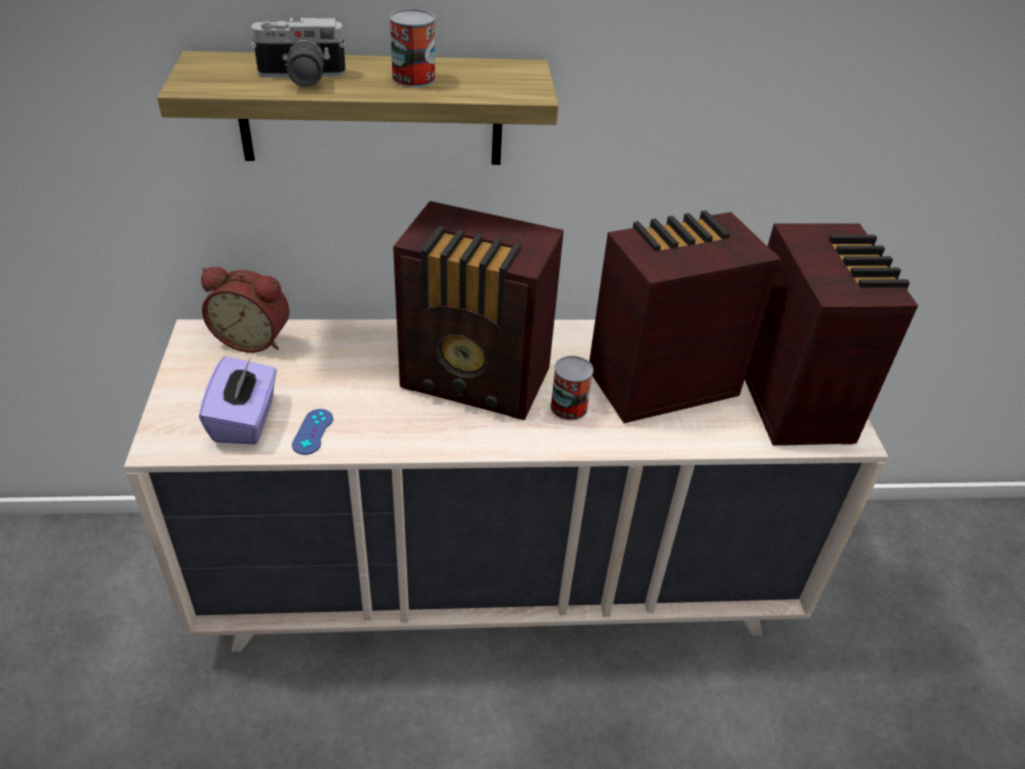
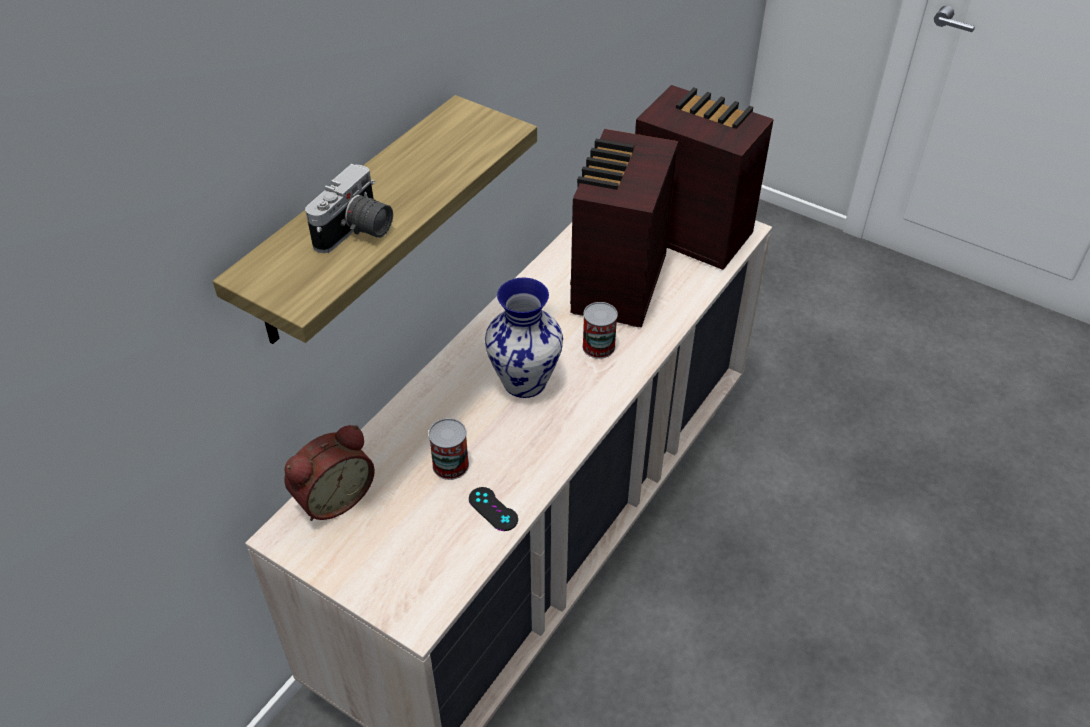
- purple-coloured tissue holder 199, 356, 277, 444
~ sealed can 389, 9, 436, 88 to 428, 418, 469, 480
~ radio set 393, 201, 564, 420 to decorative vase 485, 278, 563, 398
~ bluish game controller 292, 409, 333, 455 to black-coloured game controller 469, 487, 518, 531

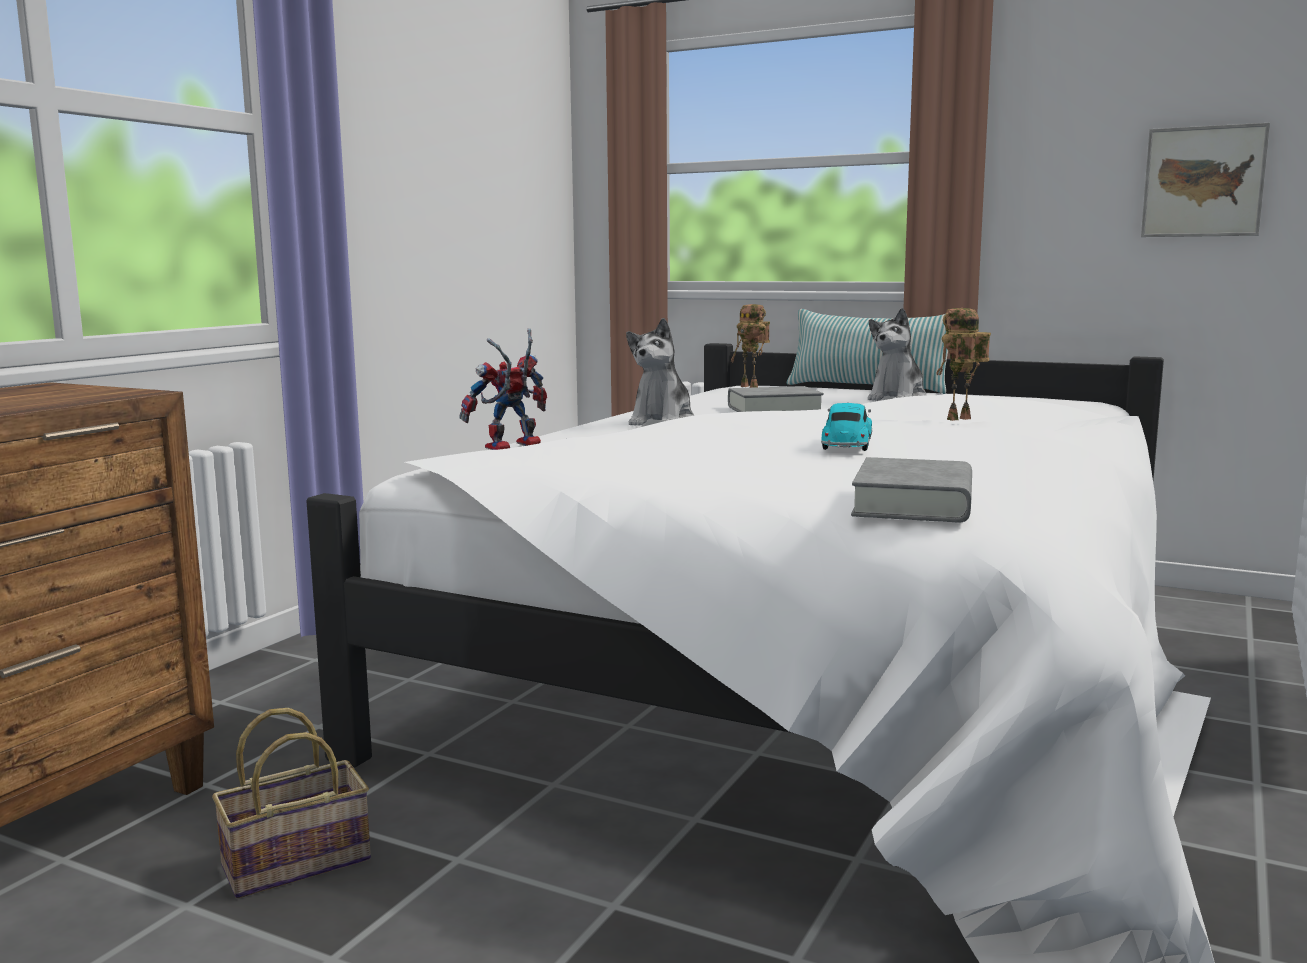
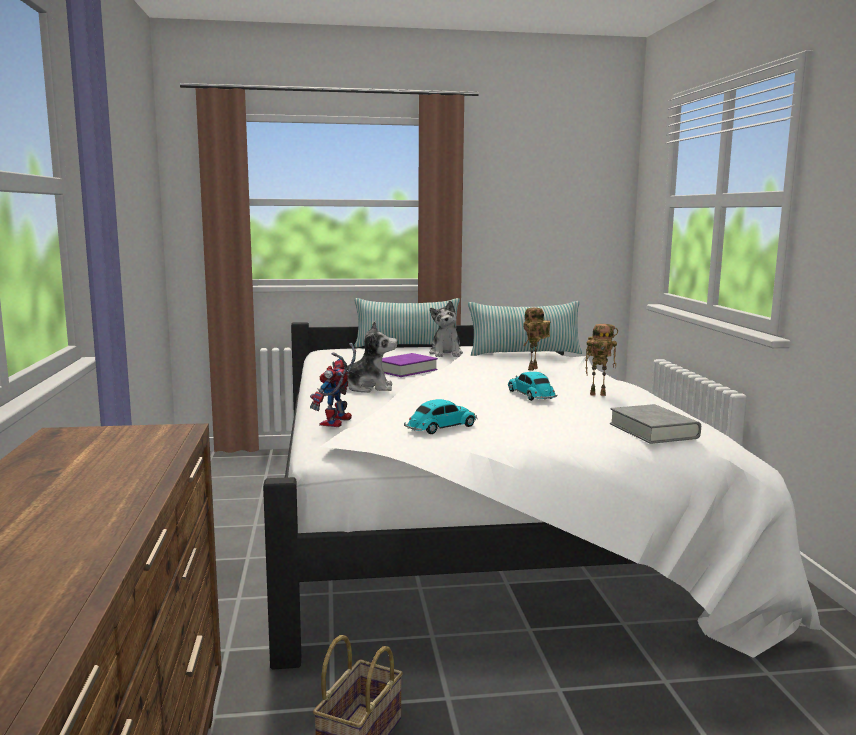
- picture 1141, 123, 1270, 237
+ miniature car 404, 399, 478, 434
+ pillow 468, 301, 582, 356
~ toy robot 731, 304, 770, 388 to 585, 324, 618, 396
~ gray book 728, 386, 824, 412 to purple-coloured book 382, 353, 438, 377
~ soft toy 626, 318, 694, 426 = 333, 321, 397, 393 75 degrees counterclockwise

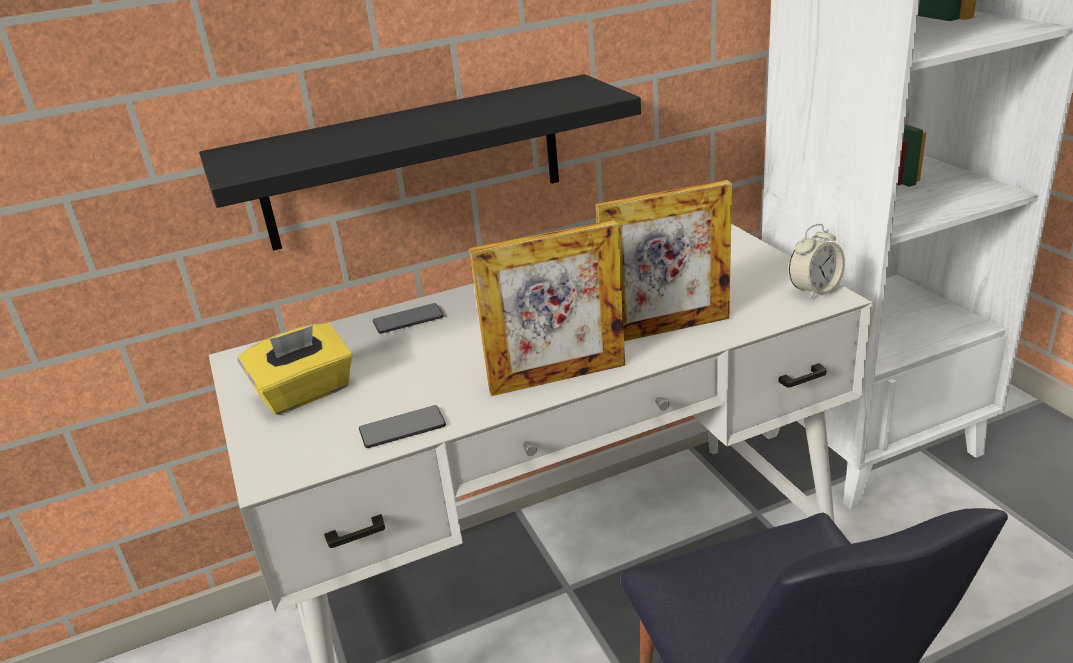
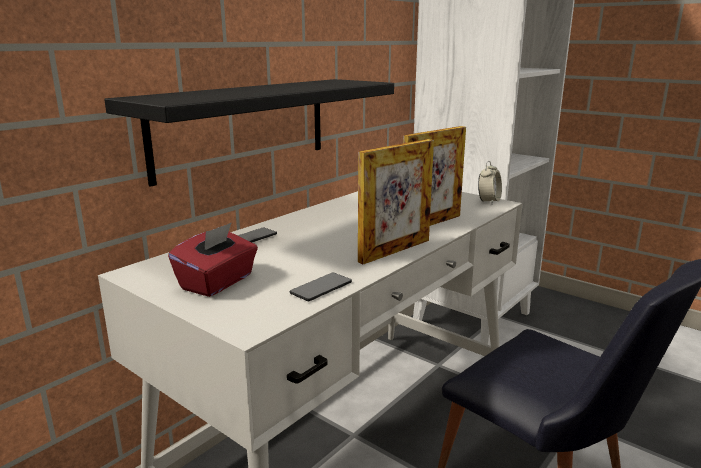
~ yellow tissue holder 237, 323, 353, 415 to red tissue holder 168, 222, 258, 297

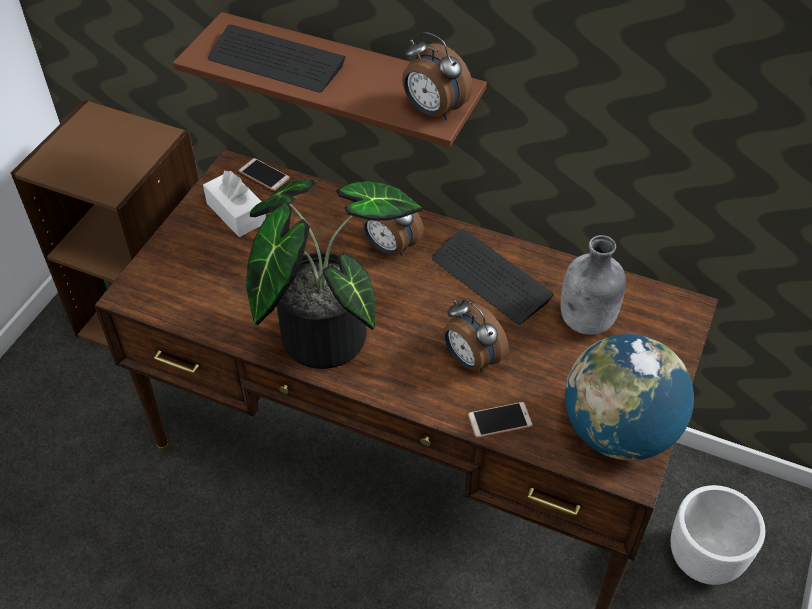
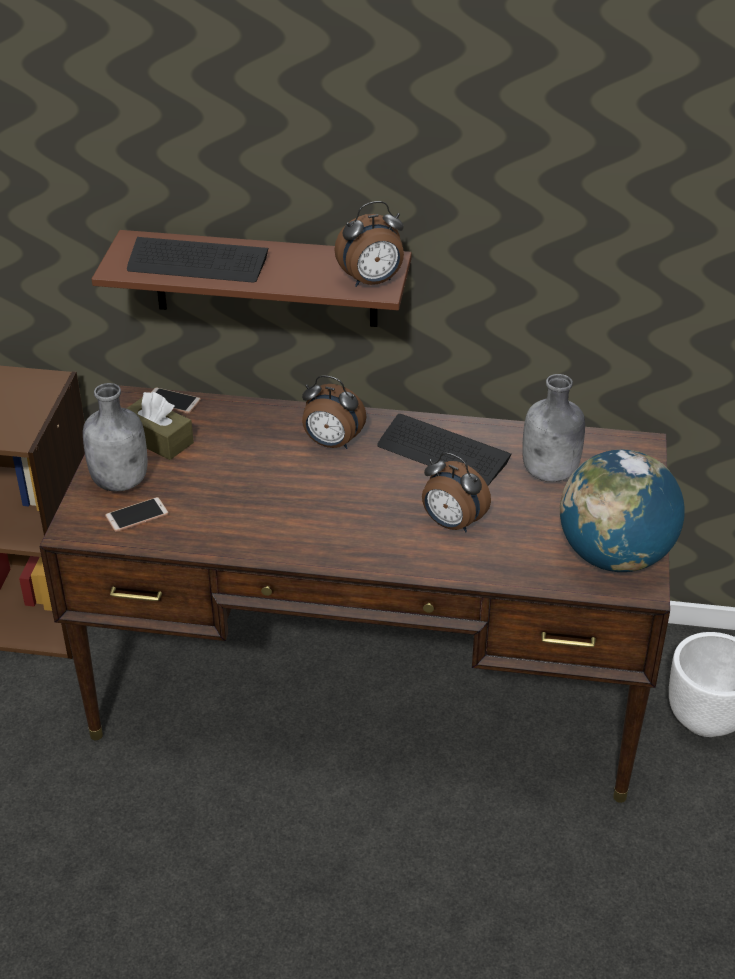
- plant in a pot 246, 179, 422, 369
+ gray beverage bottle 83, 383, 148, 492
~ handset 468, 402, 533, 438 to 105, 497, 169, 532
~ white tissue holder 203, 171, 266, 237 to brown tissue holder 126, 392, 194, 460
~ alarm clock 402, 32, 473, 120 = 334, 201, 404, 287 45 degrees counterclockwise

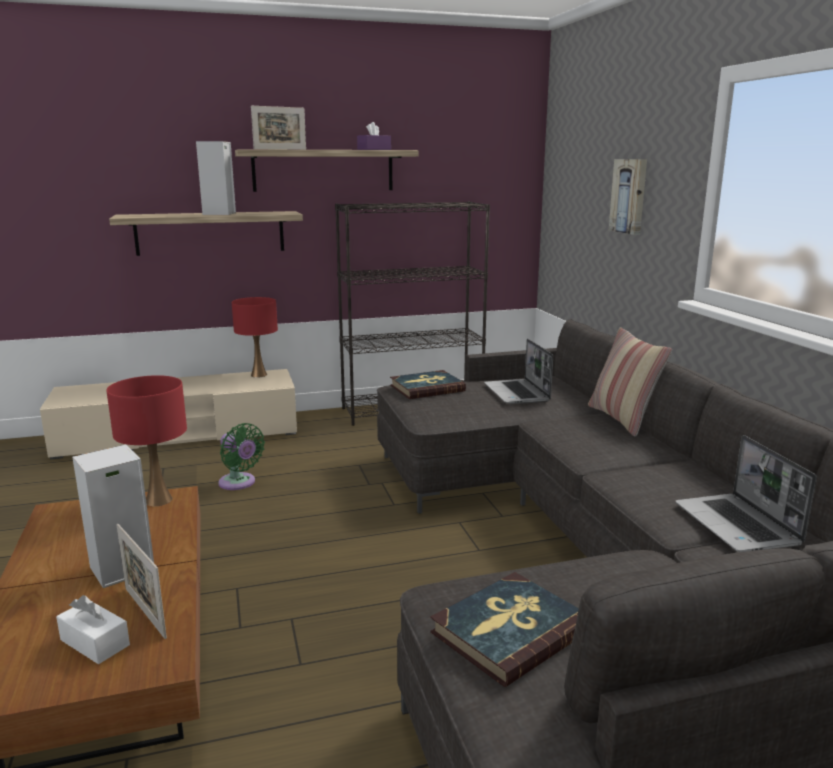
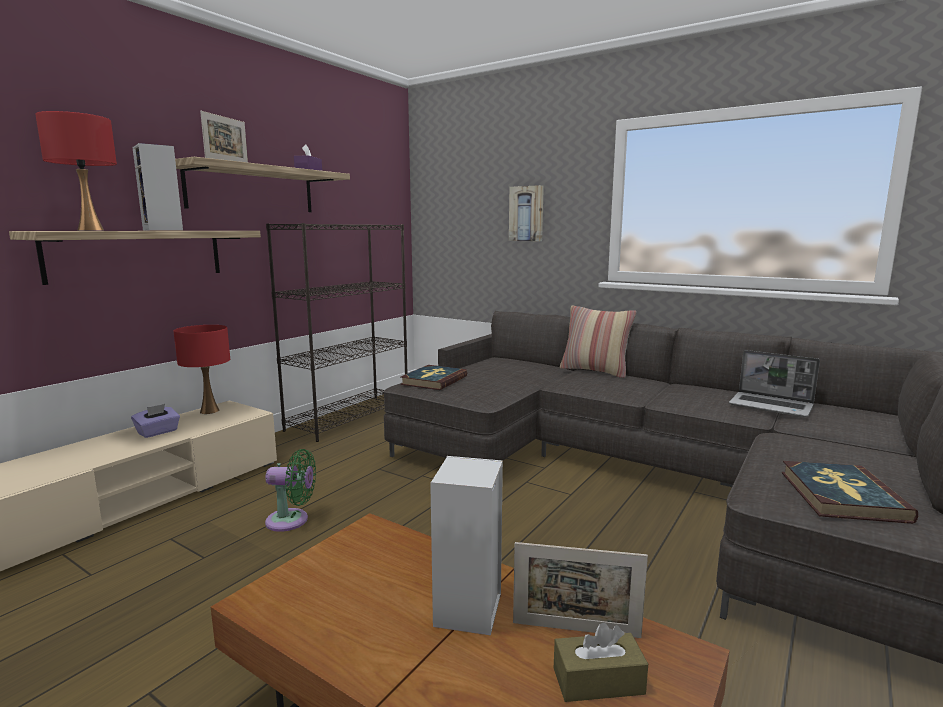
- portable computer 484, 339, 553, 404
+ purple-coloured tissue holder 131, 404, 180, 438
~ red lamp for a table 106, 375, 187, 506 to 35, 111, 117, 231
~ white tissue holder 56, 595, 130, 664 to brown tissue holder 554, 623, 648, 702

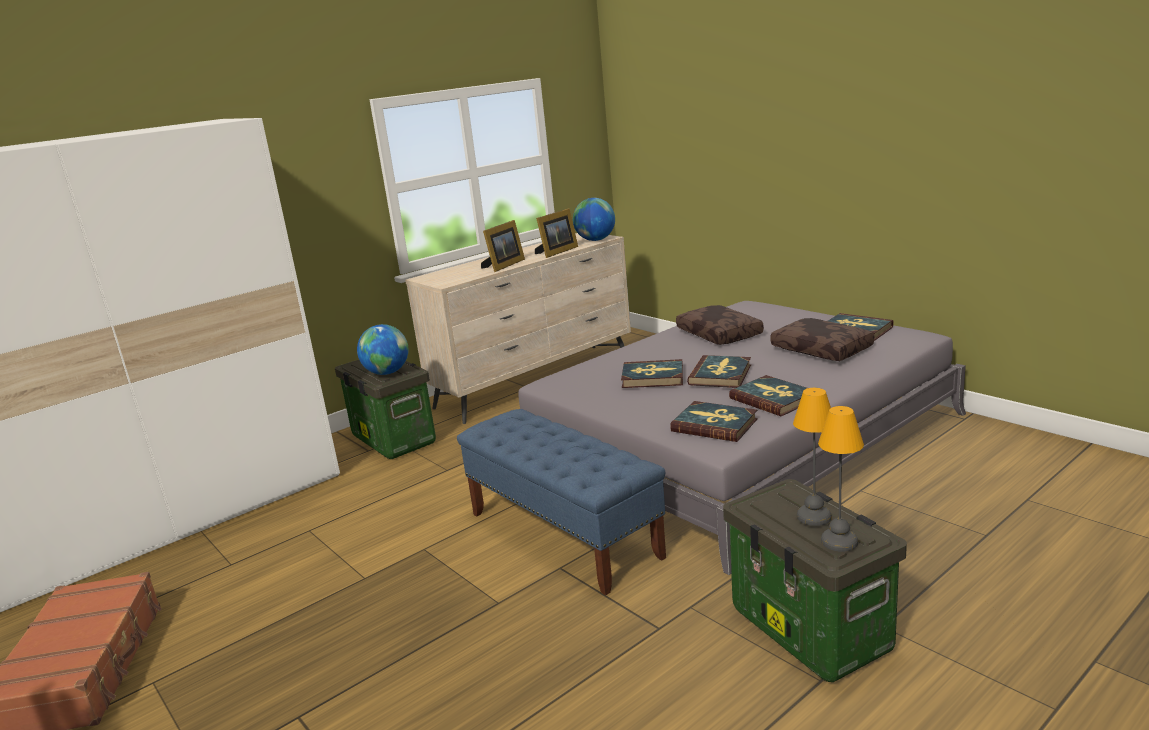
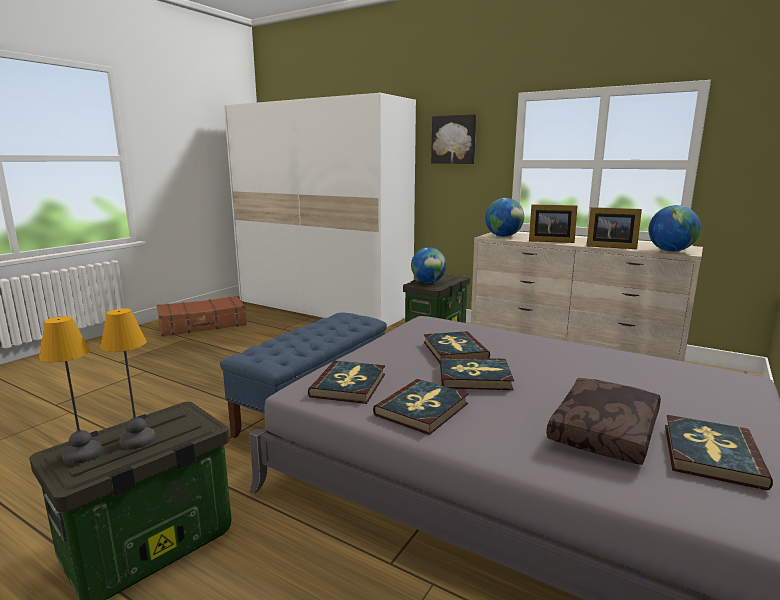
- brown pillow 676, 305, 764, 345
+ picture 431, 114, 476, 164
+ desk globe 485, 198, 524, 237

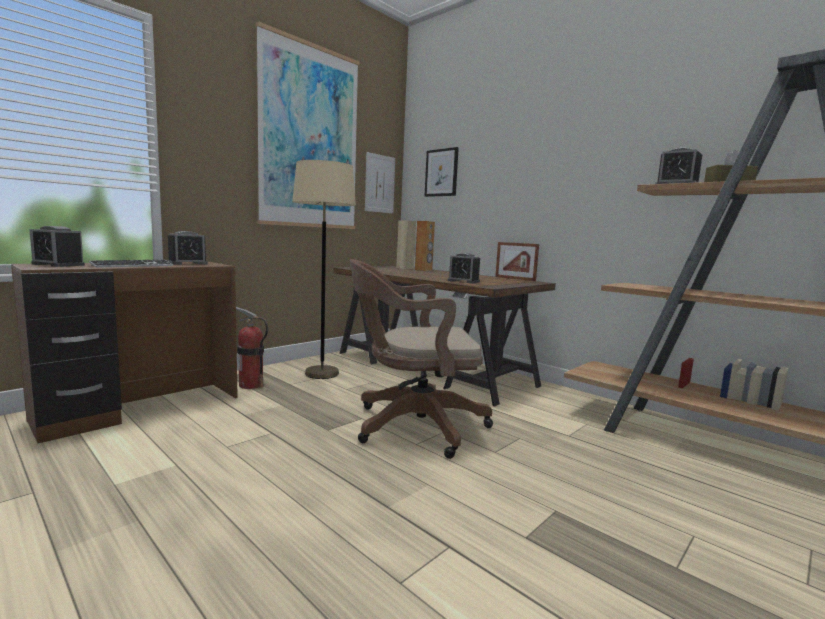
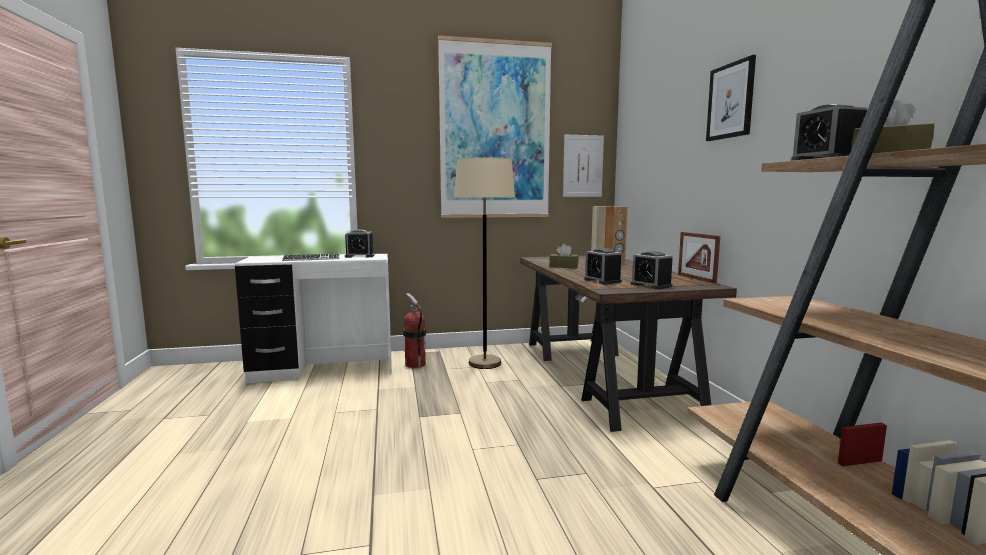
- brown desk chair 350, 259, 493, 459
+ brown tissue holder 549, 244, 579, 268
~ alarm clock 29, 226, 85, 267 to 630, 251, 673, 289
~ picture 425, 147, 459, 197 to 706, 55, 756, 141
~ brown desk 11, 262, 238, 444 to white desk 235, 254, 392, 384

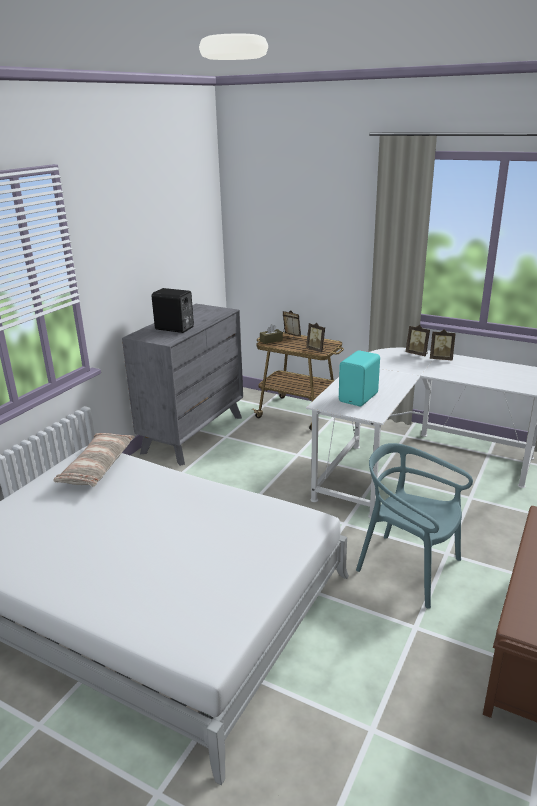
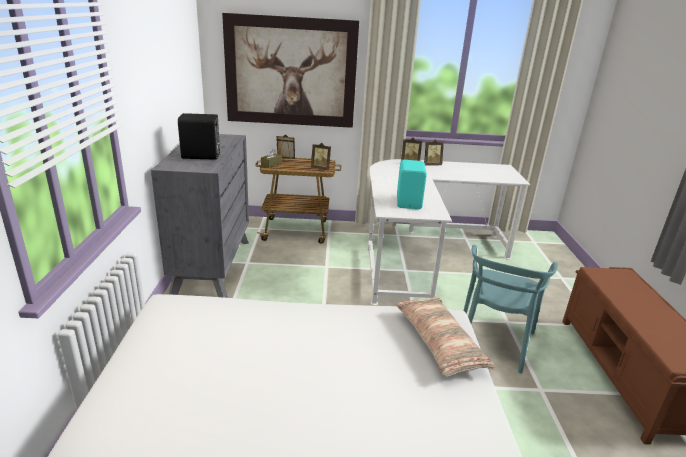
+ picture 222, 13, 359, 128
~ pillow 53, 433, 135, 487 to 396, 297, 496, 376
~ turquoise upright chair 356, 443, 473, 609 = 464, 245, 558, 373 75 degrees counterclockwise

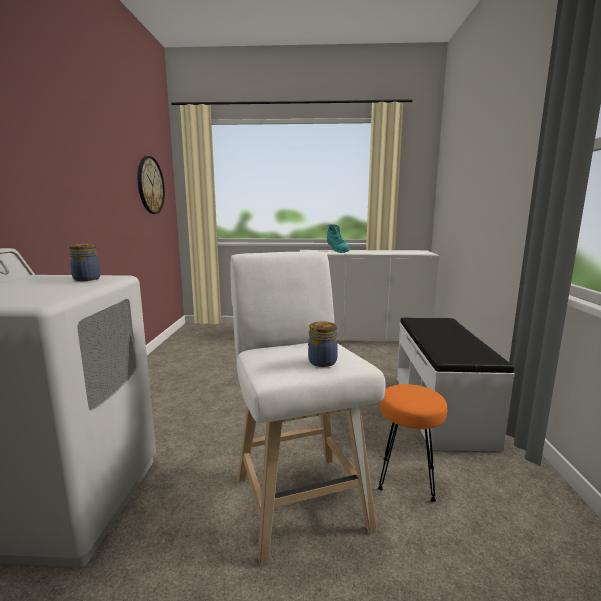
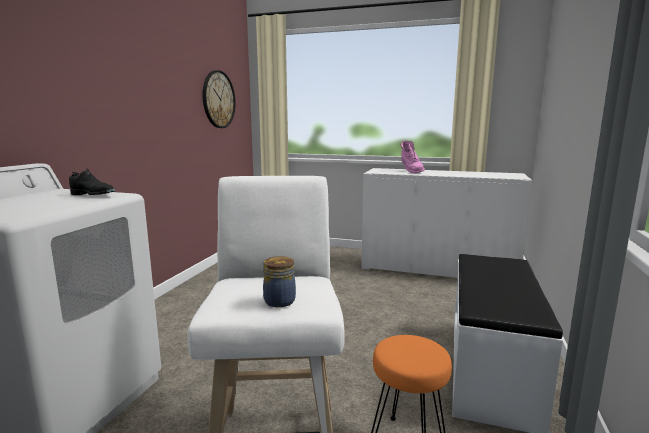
~ jar 69, 244, 101, 281 to black-coloured shoe 69, 169, 115, 195
~ turquoise tall boot 327, 224, 350, 253 to pink-coloured tall boot 401, 140, 425, 173

